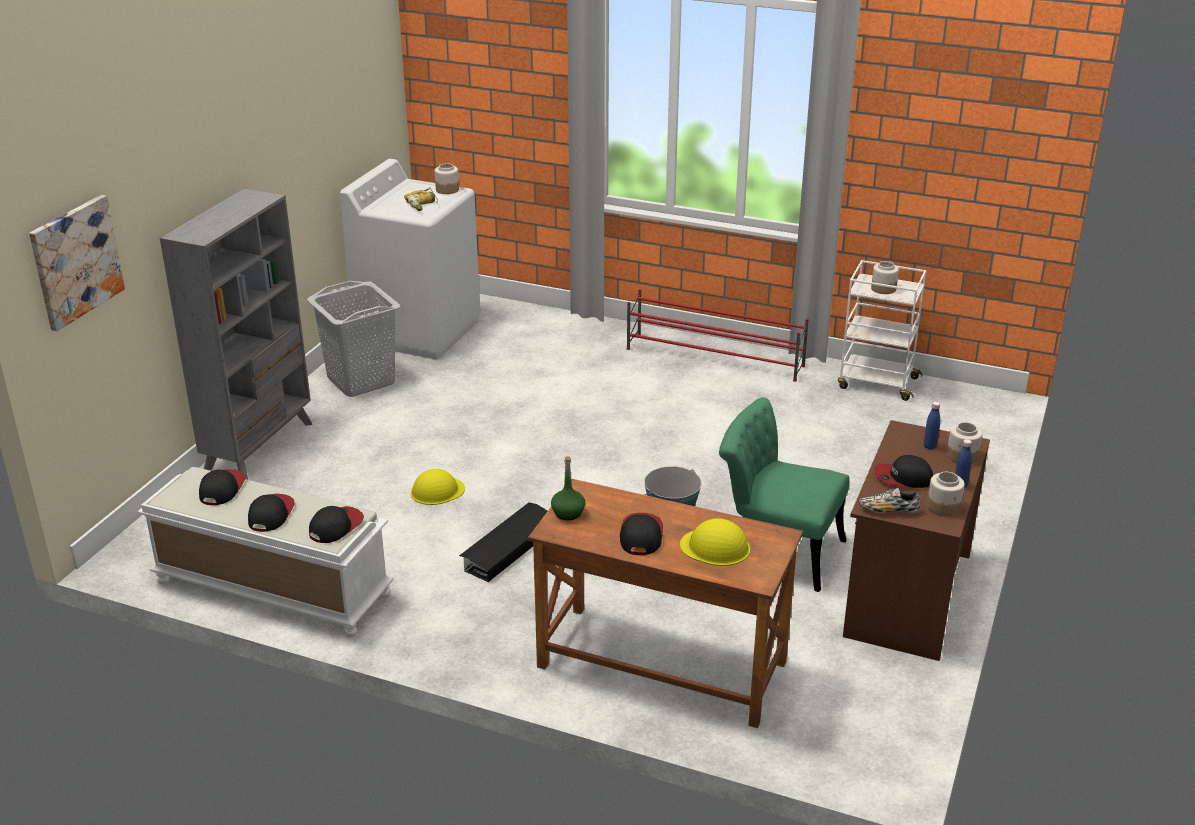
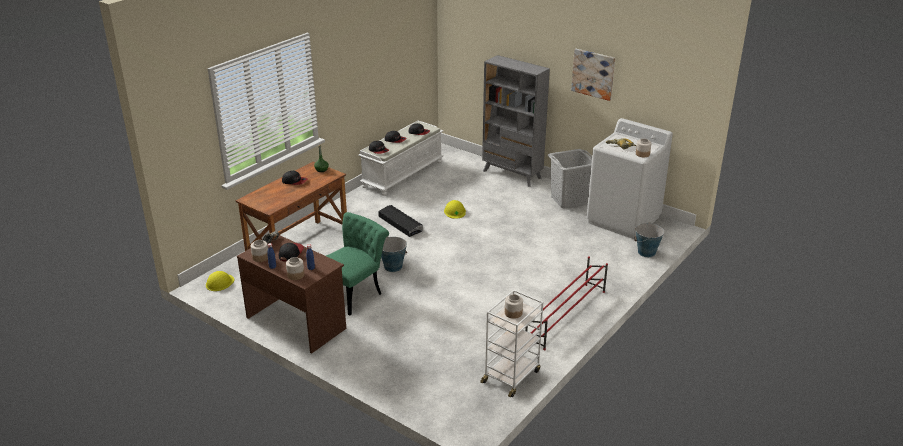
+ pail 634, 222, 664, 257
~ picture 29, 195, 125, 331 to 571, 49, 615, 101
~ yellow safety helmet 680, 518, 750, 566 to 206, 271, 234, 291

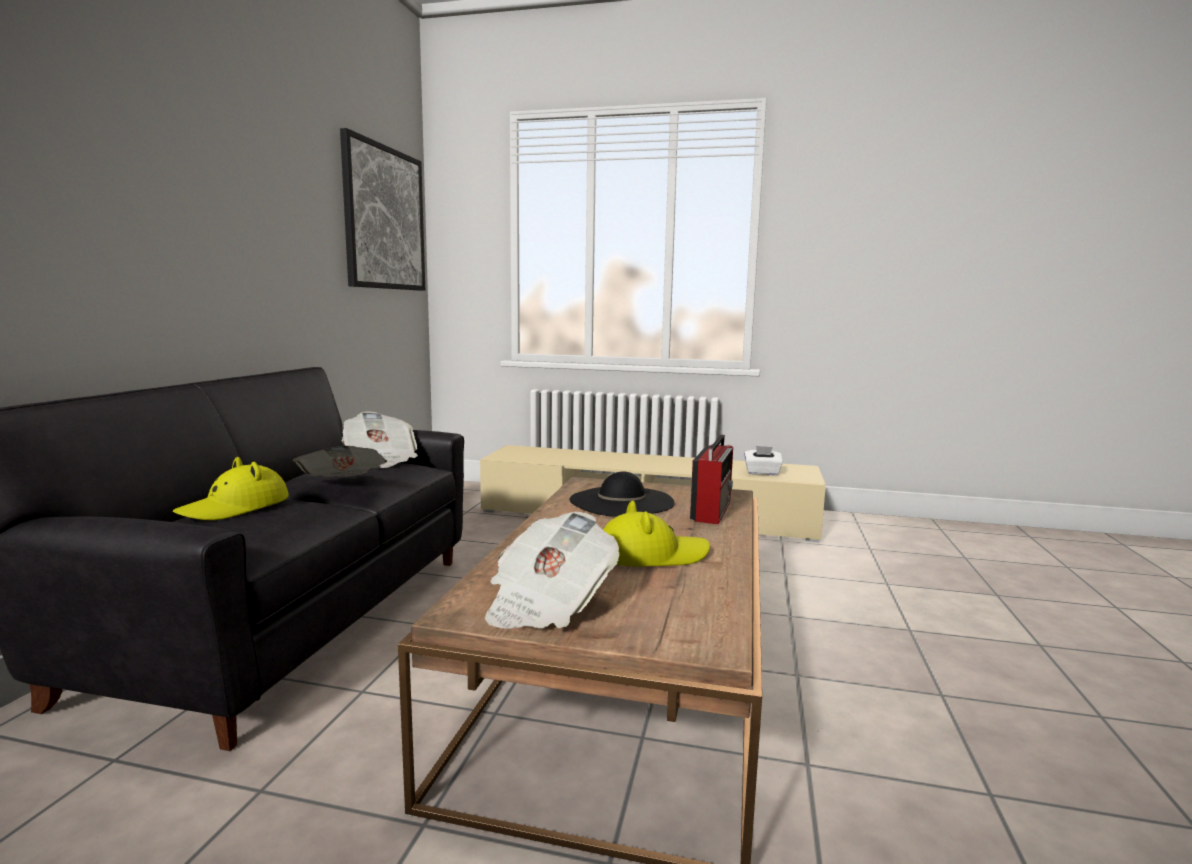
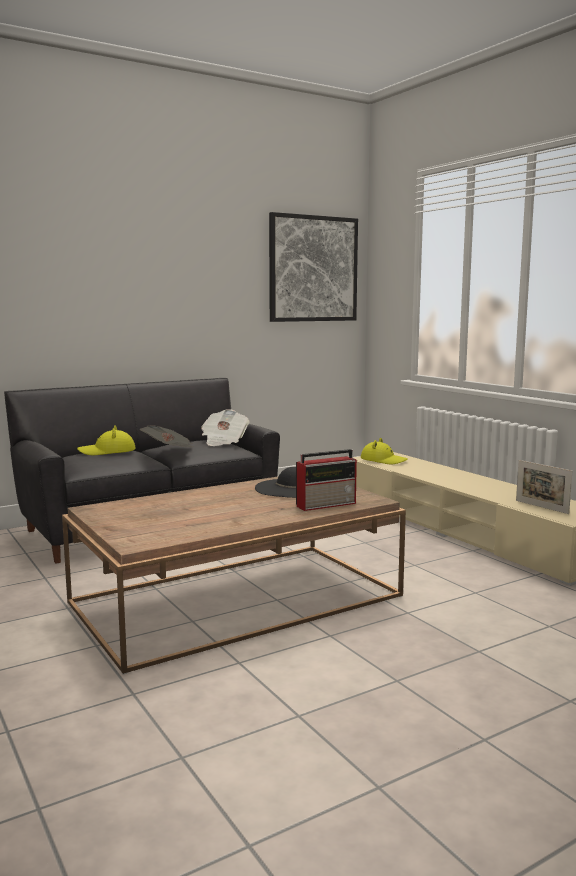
- daily paper 485, 512, 619, 629
~ yellow hat 603, 501, 710, 566 to 361, 438, 408, 464
~ white tissue holder 744, 446, 783, 475 to photo frame 516, 460, 572, 514

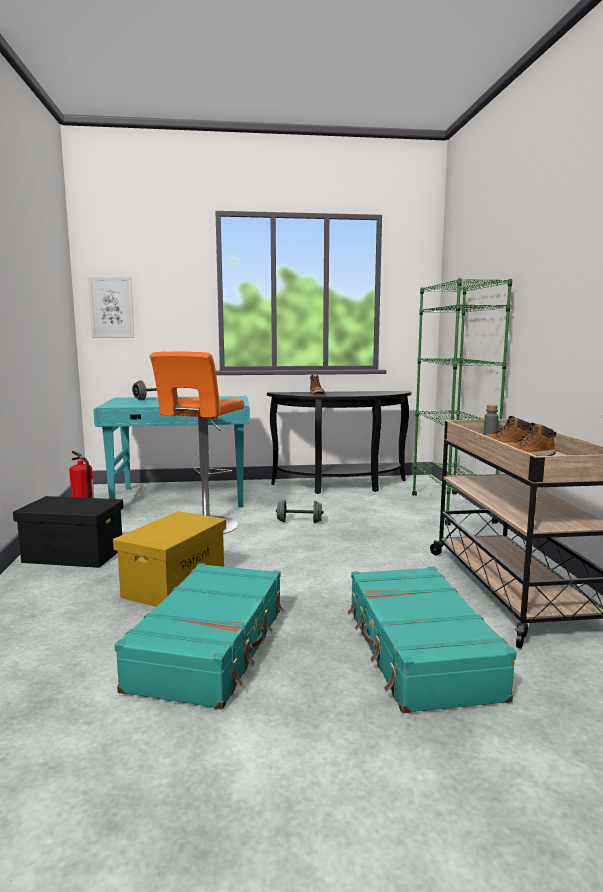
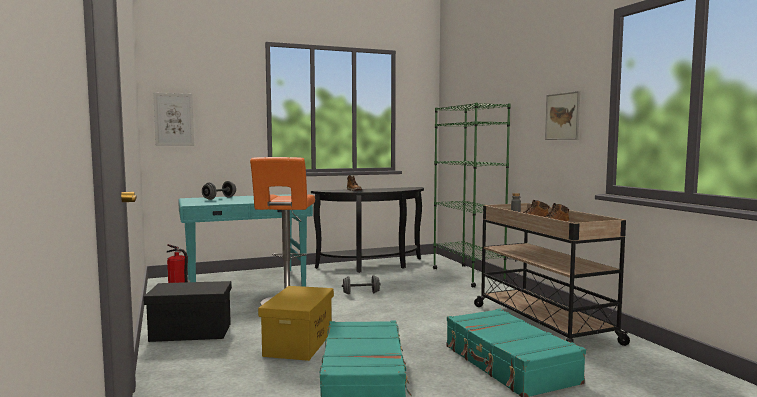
+ picture 545, 91, 580, 140

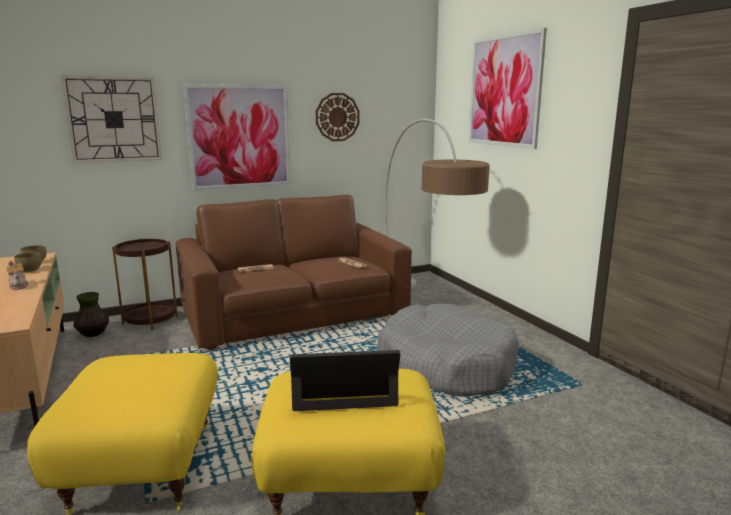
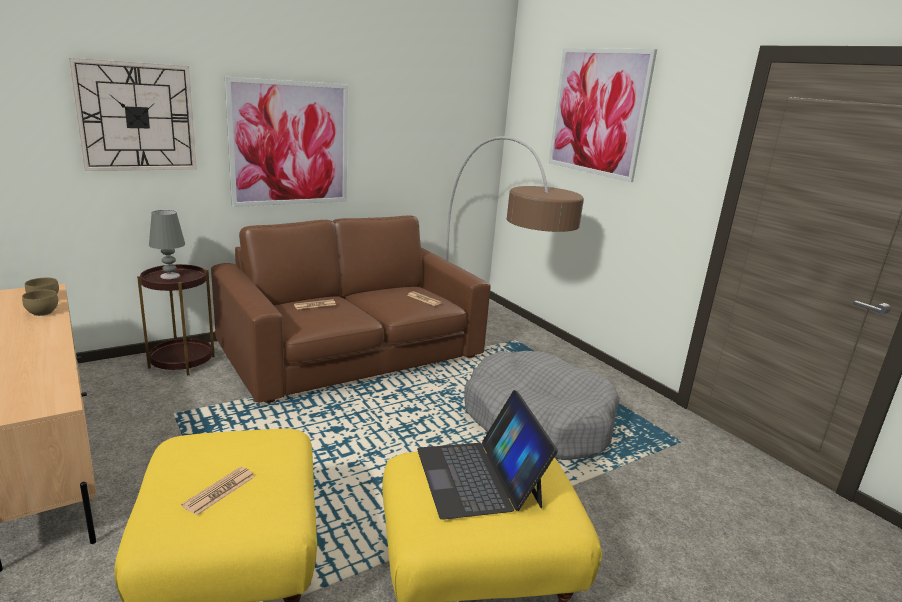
- tea pot 6, 261, 28, 290
- decorative vase 73, 292, 109, 337
- clock on the wall 316, 93, 360, 141
+ gray lamp for a table 149, 210, 185, 279
+ daily paper 181, 467, 255, 516
~ portable computer 290, 350, 400, 411 = 417, 390, 558, 520 90 degrees counterclockwise

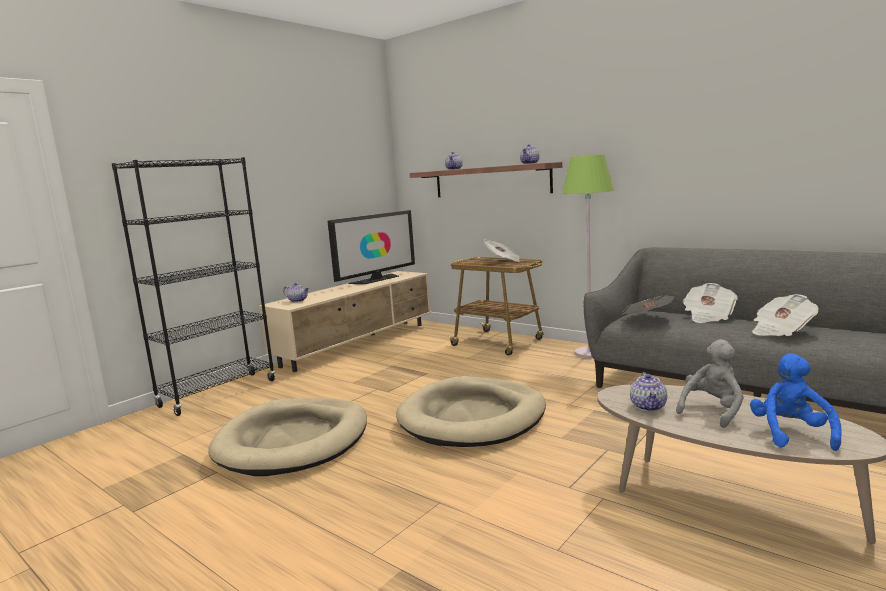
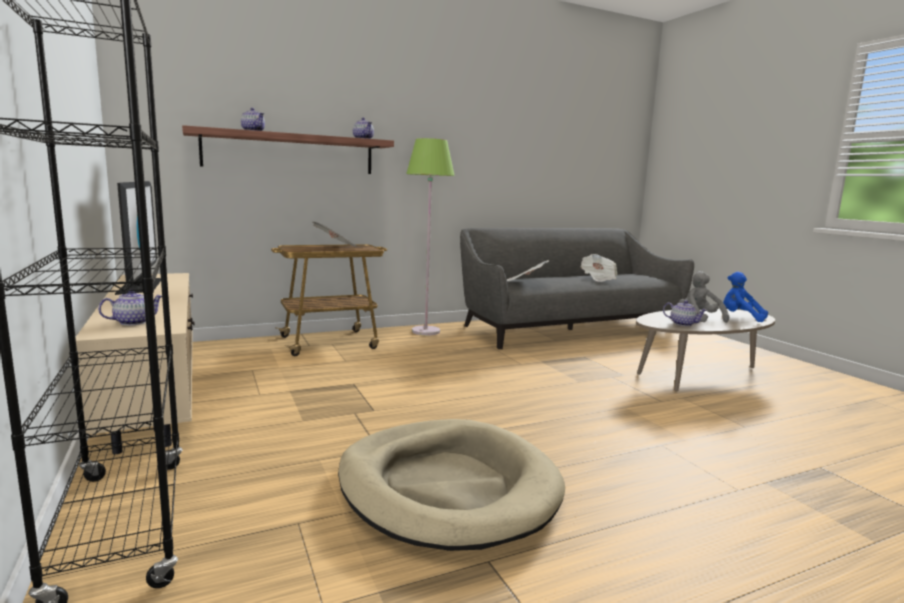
- beige pet bed 396, 376, 546, 447
- daily paper 683, 283, 738, 323

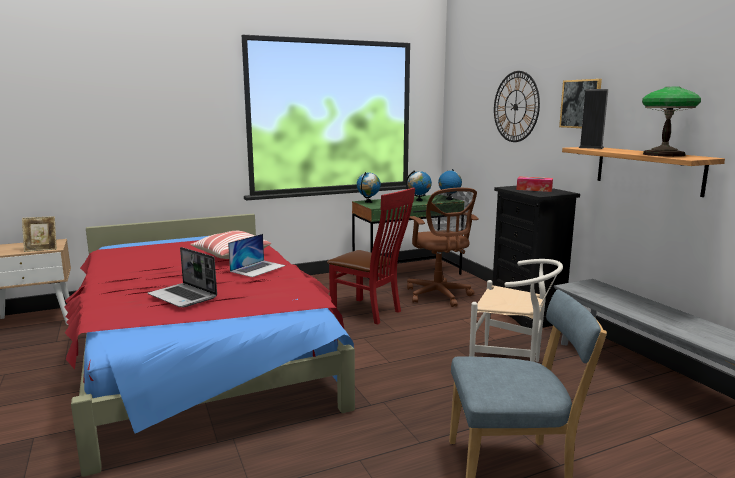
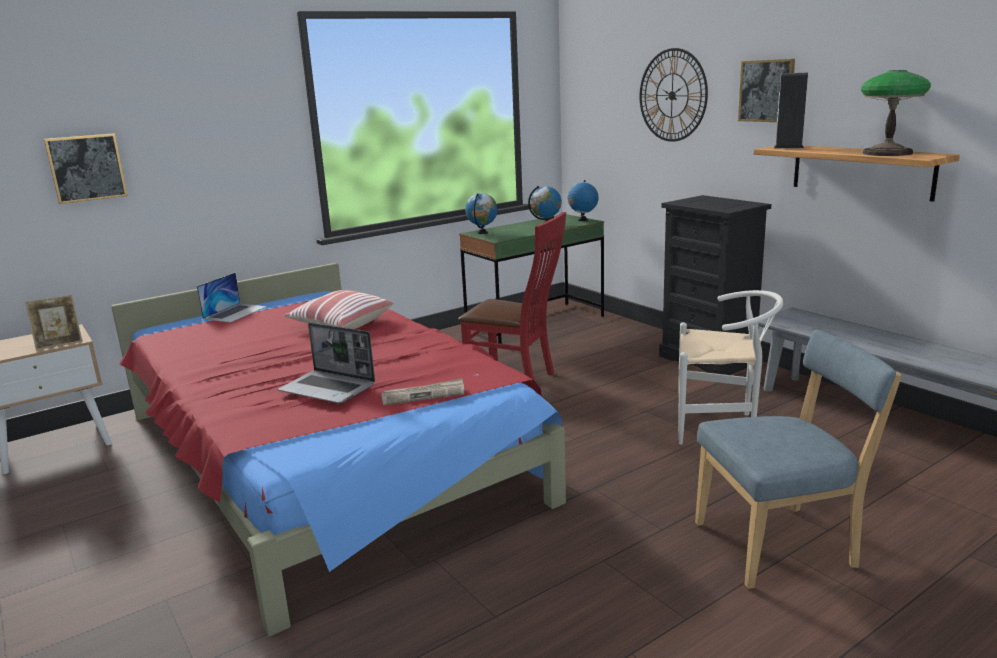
- brown desk chair 407, 188, 479, 307
- tissue holder 516, 177, 553, 192
+ picture 44, 133, 128, 204
+ daily paper 381, 378, 464, 405
~ portable computer 228, 234, 286, 277 to 197, 273, 267, 323

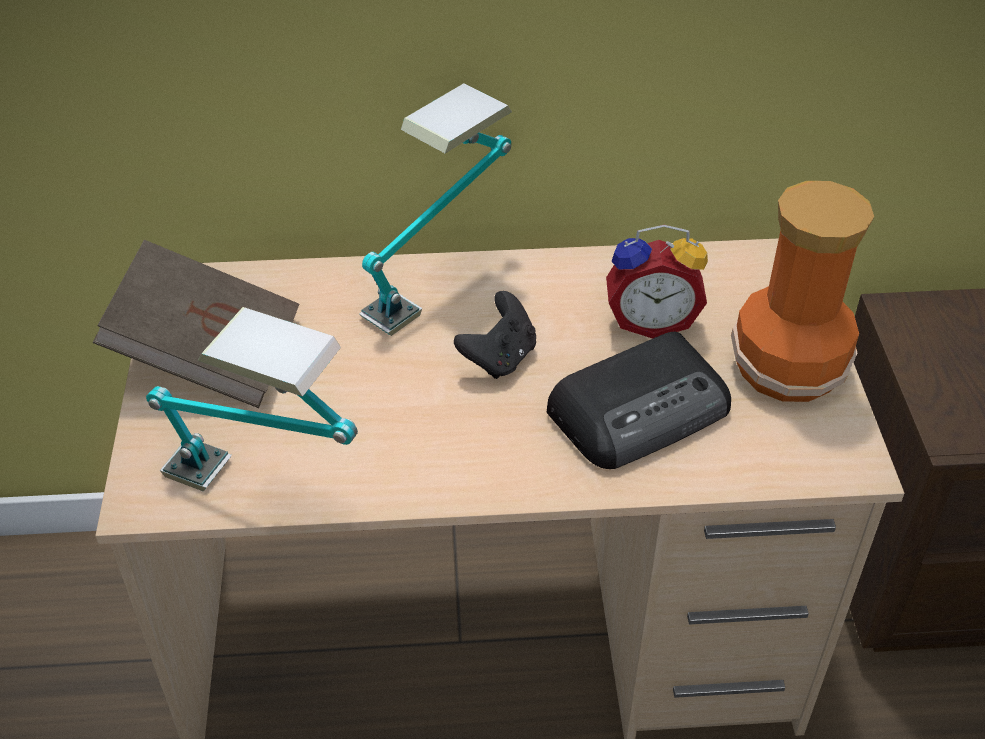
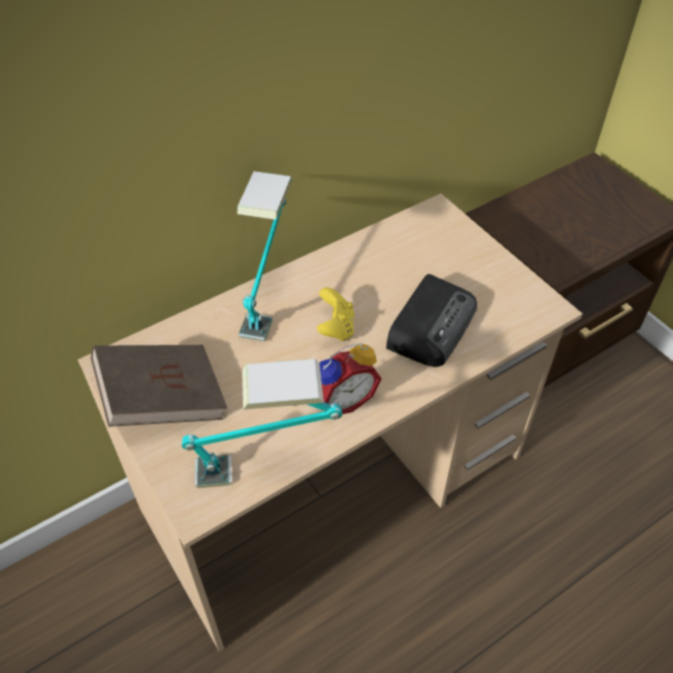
- decorative vase 731, 181, 874, 402
~ alarm clock 606, 225, 708, 339 to 320, 343, 382, 414
~ black-coloured game controller 454, 291, 536, 379 to yellow game controller 317, 288, 354, 341

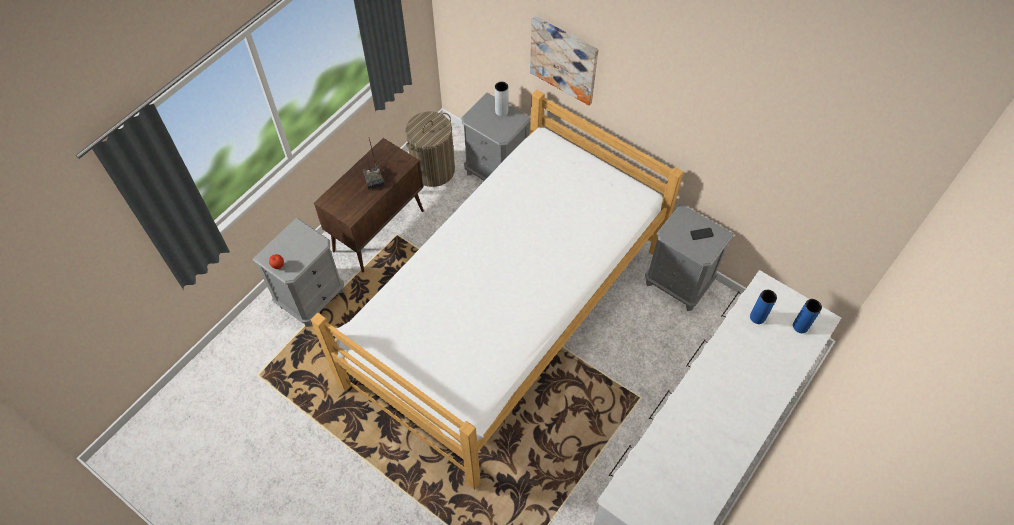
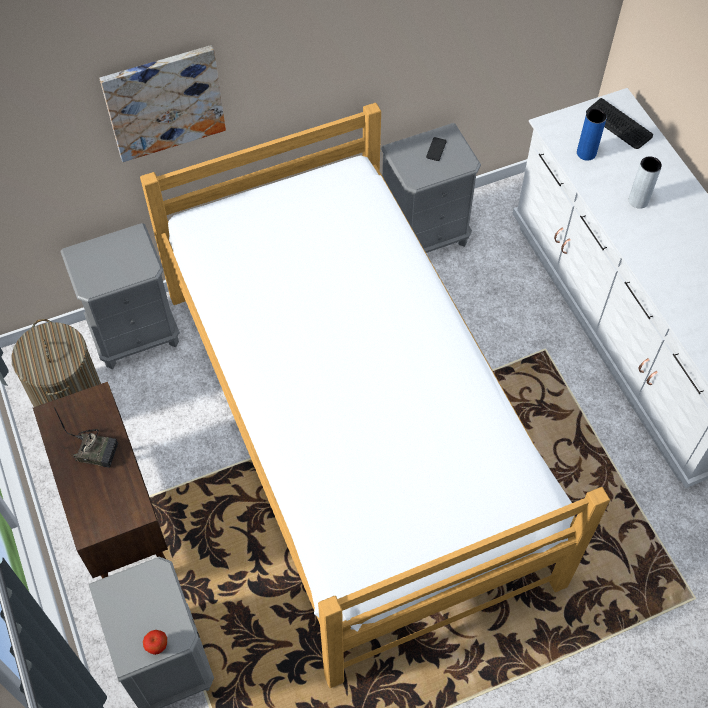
~ gray decorative vase 495, 82, 508, 116 to 629, 156, 662, 209
~ bluish decorative vase 793, 299, 822, 333 to PC keyboard 586, 98, 653, 149

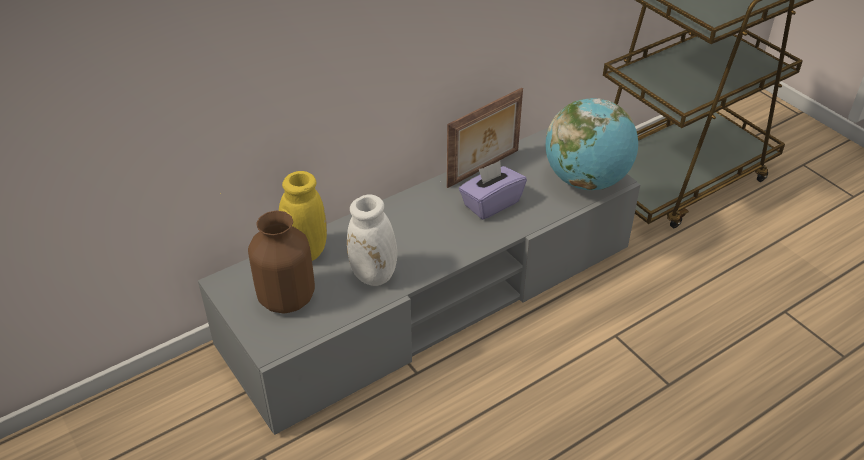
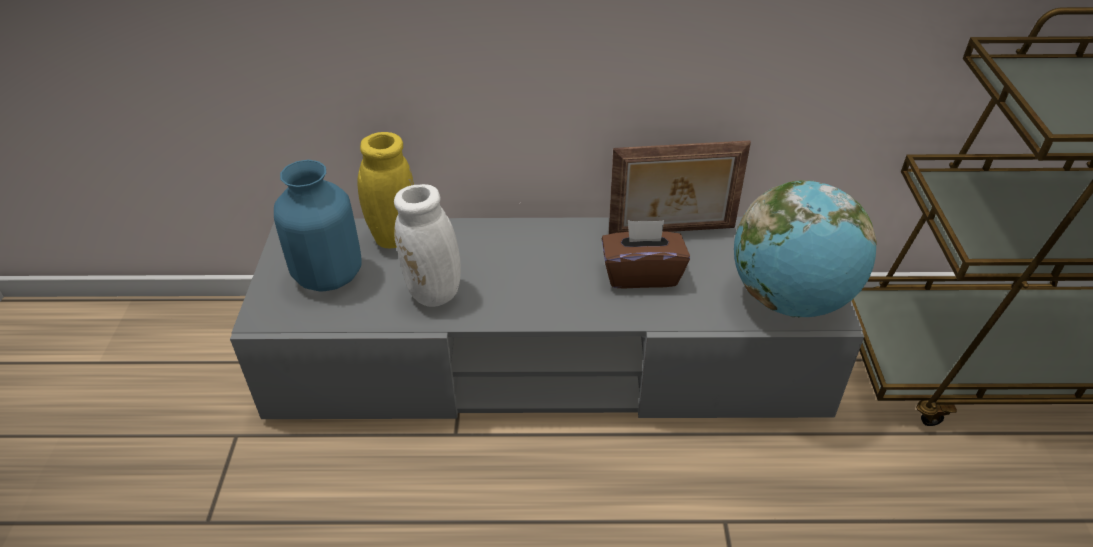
~ brown decorative vase 248, 211, 315, 313 to bluish decorative vase 274, 160, 362, 292
~ purple-coloured tissue holder 459, 161, 527, 220 to brown tissue holder 602, 220, 690, 289

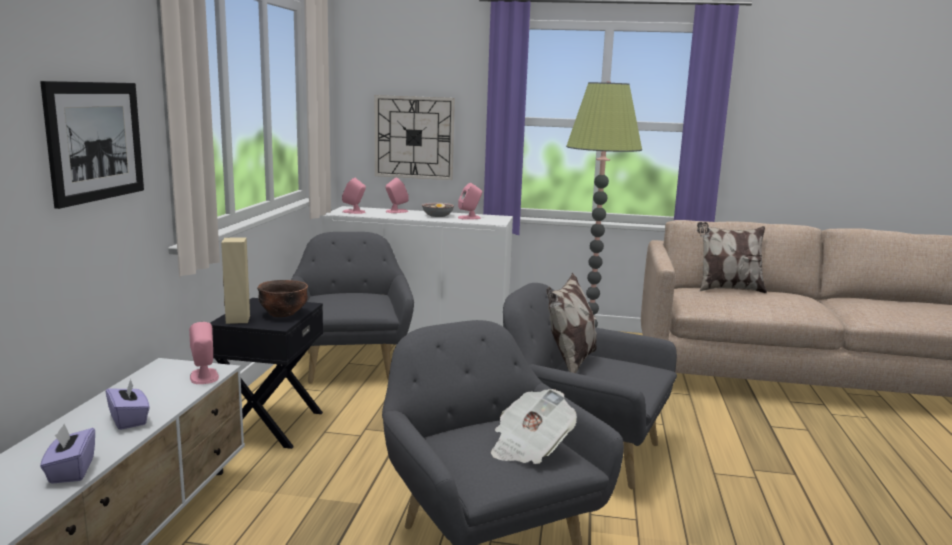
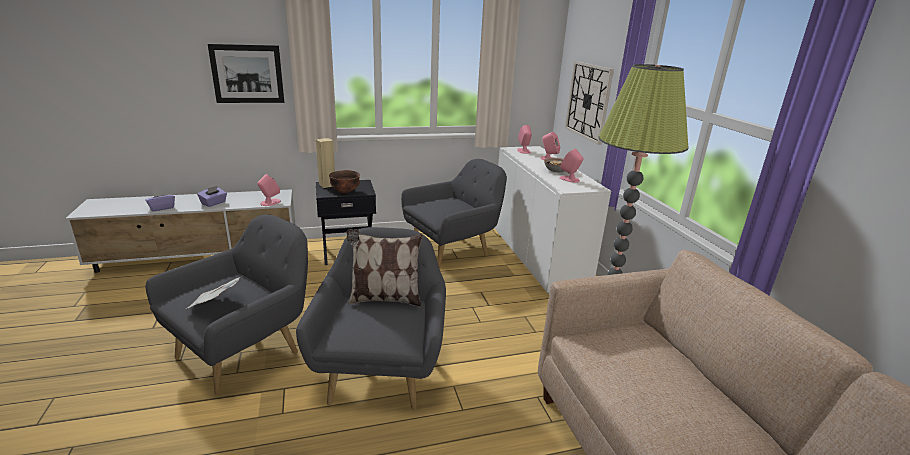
- pillow 697, 222, 767, 293

